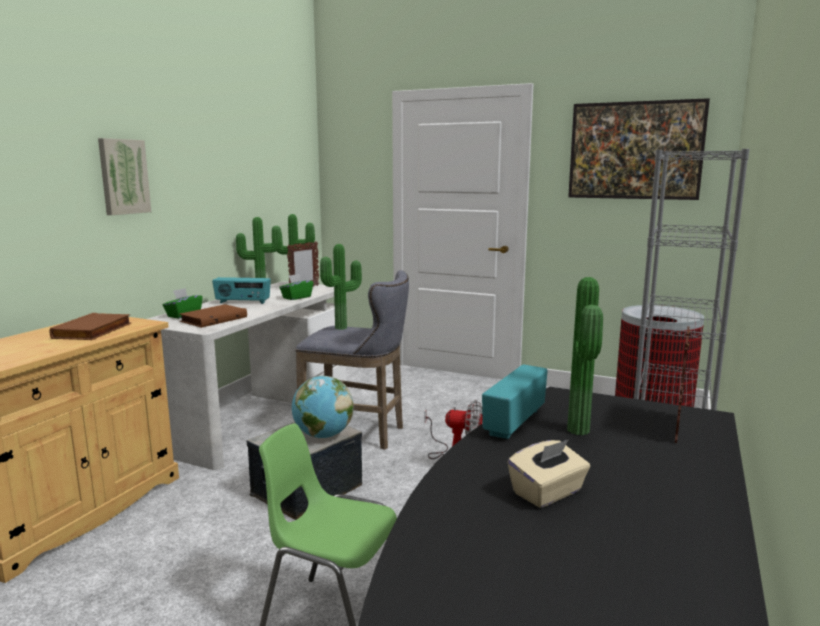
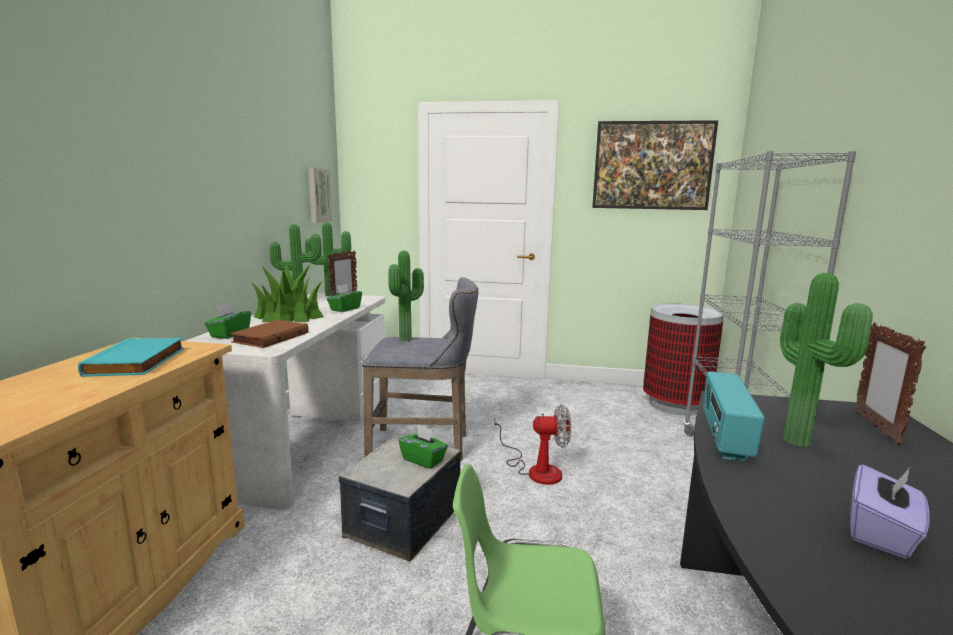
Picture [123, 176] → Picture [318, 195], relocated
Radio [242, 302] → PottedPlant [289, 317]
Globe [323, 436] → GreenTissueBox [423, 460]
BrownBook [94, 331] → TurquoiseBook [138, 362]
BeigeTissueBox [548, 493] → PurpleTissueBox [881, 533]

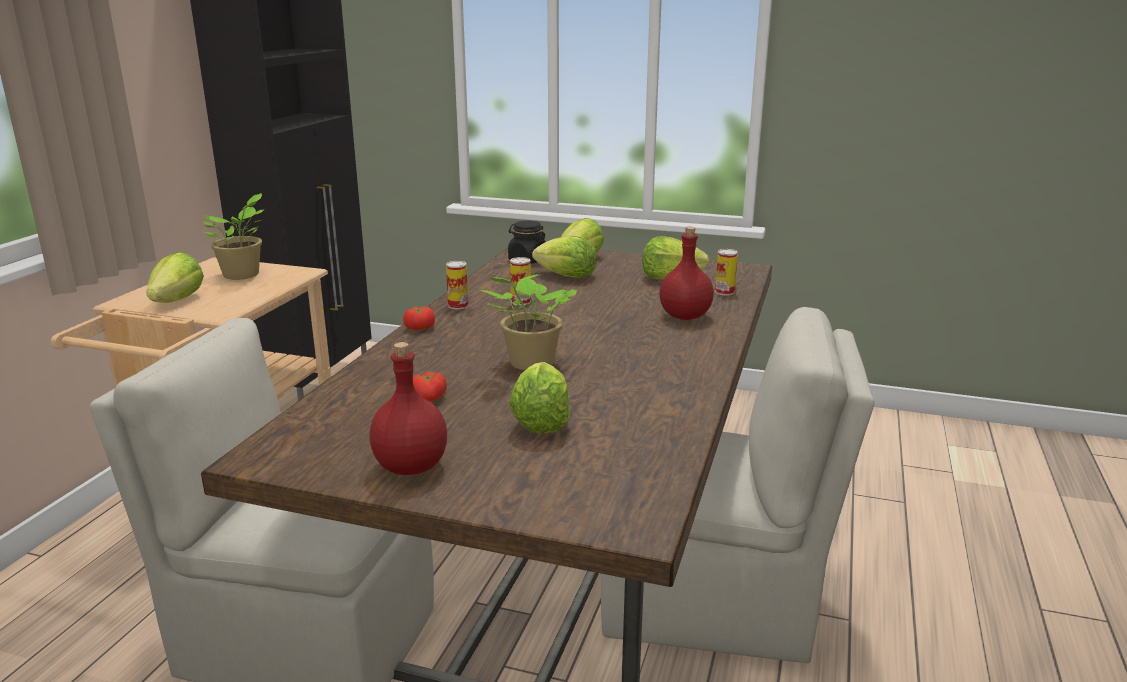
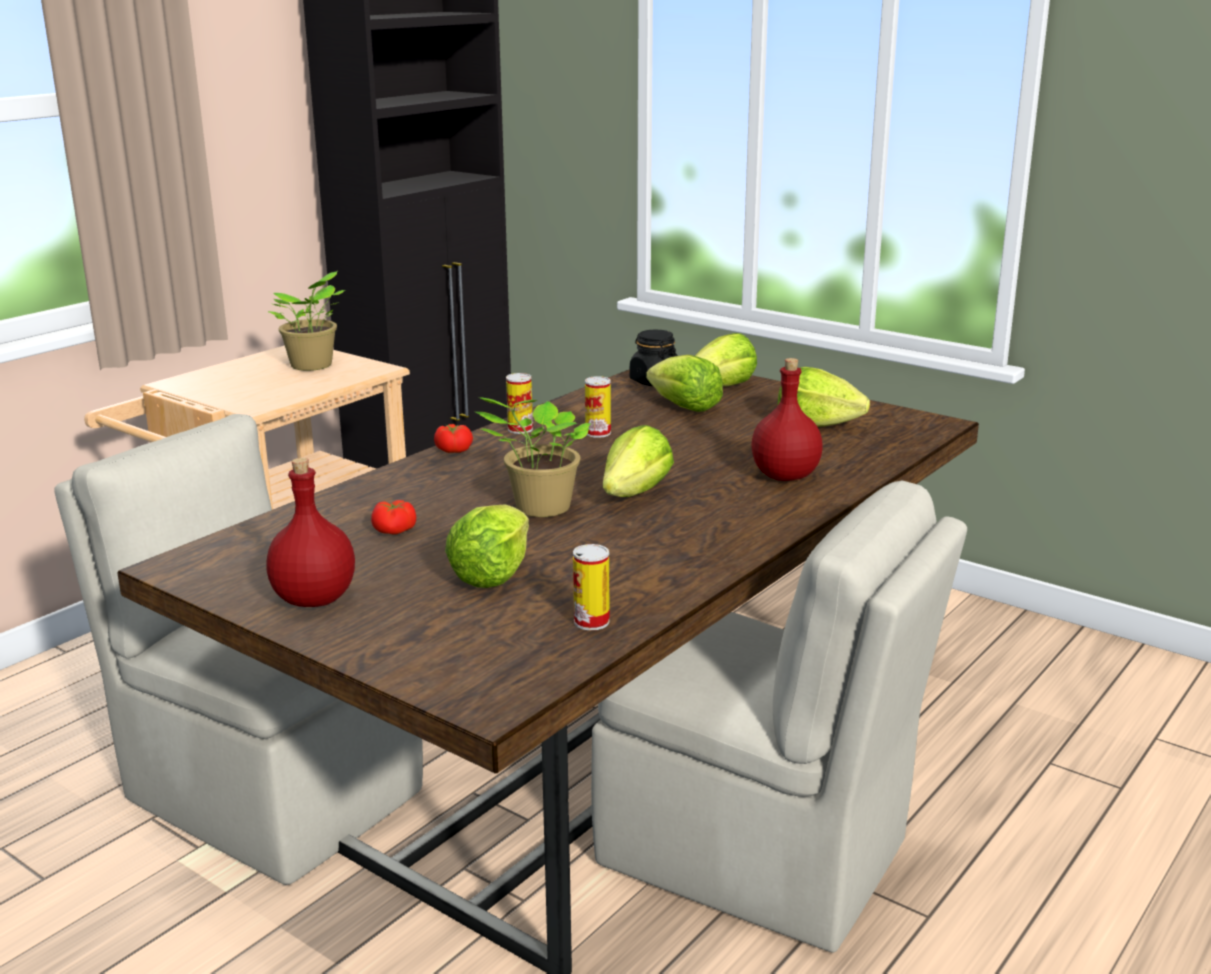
Lettuce [177, 301] → Lettuce [635, 493], relocated
Can [724, 292] → Can [591, 621], relocated

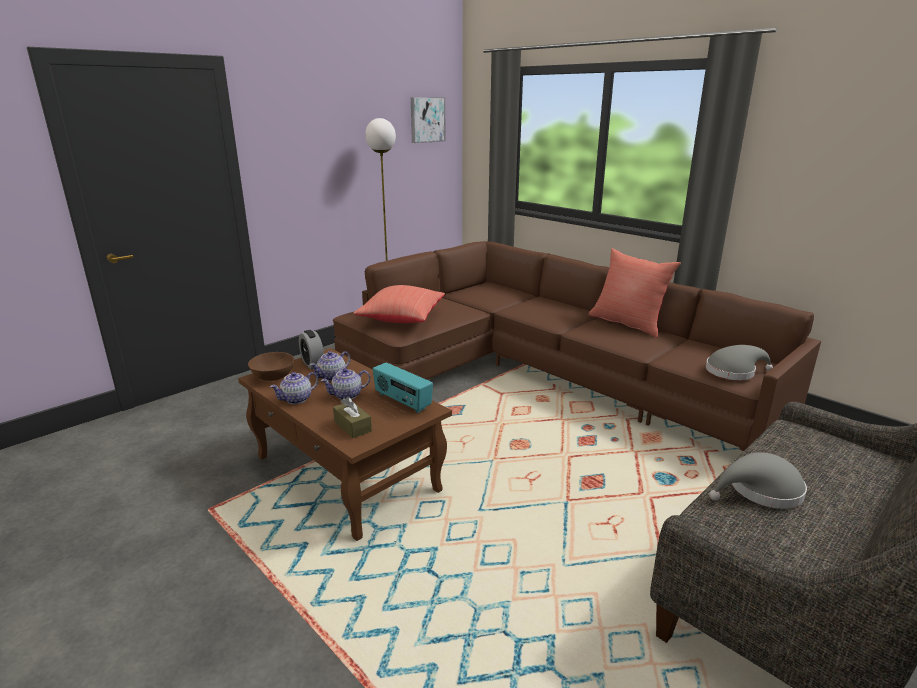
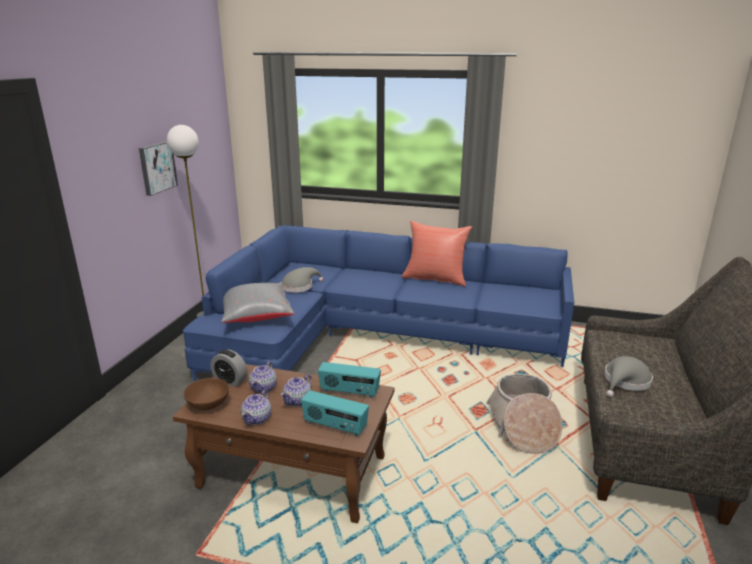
- → Basket [522, 426]
Picture [427, 119] → Picture [157, 167], relocated
GreyHat [733, 371] → GreyHat [299, 286], relocated
BrownTissueBox [352, 426] → Radio [335, 426]
BrownSofa [540, 374] → BlueSofa [370, 335]
RedPillow [401, 319] → GreyPillow [255, 315]

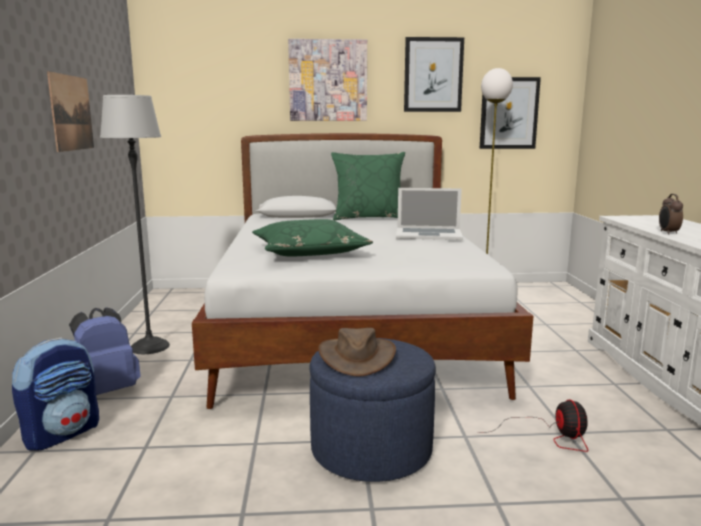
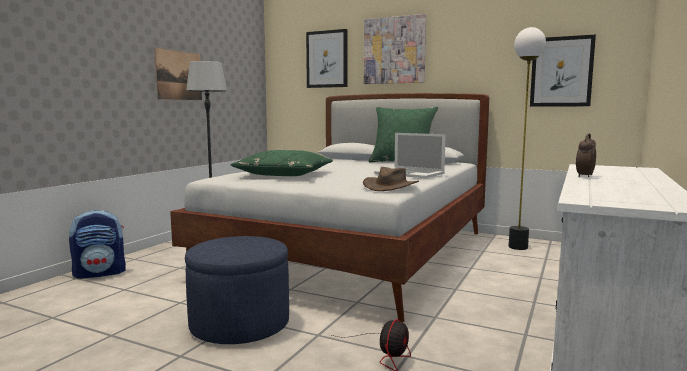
BlueBackpack [106, 391] → -
BrownHat [356, 356] → BrownHat [390, 186], relocated
Picture [433, 75] → Picture [327, 59], relocated

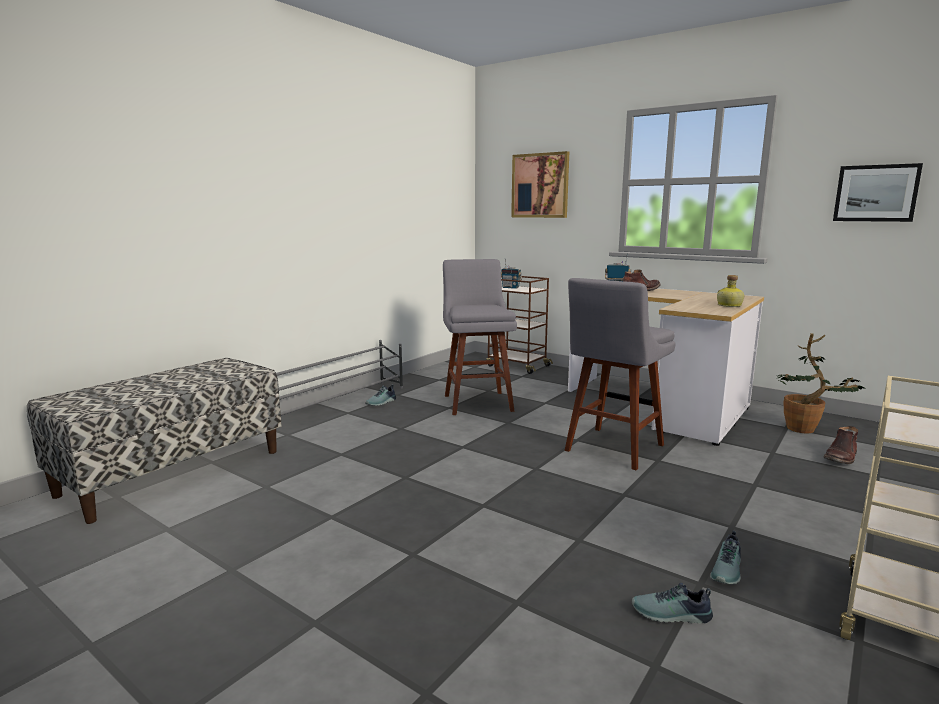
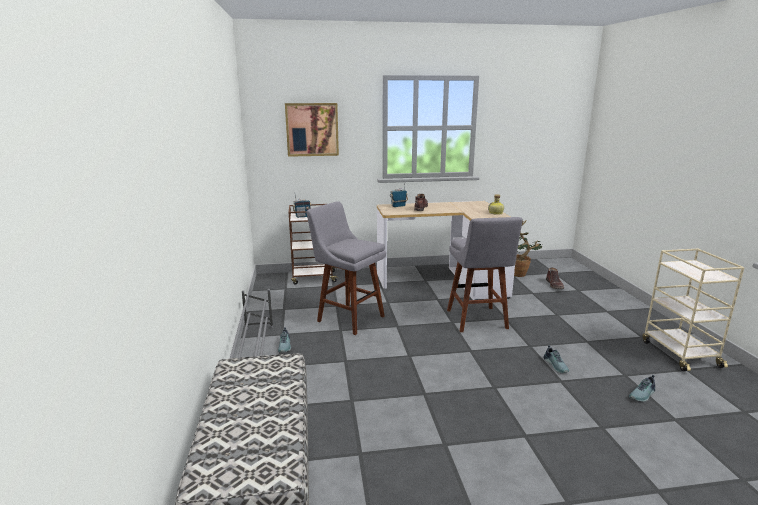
Picture [876, 193] → -
Shoe [728, 570] → Shoe [556, 365], relocated

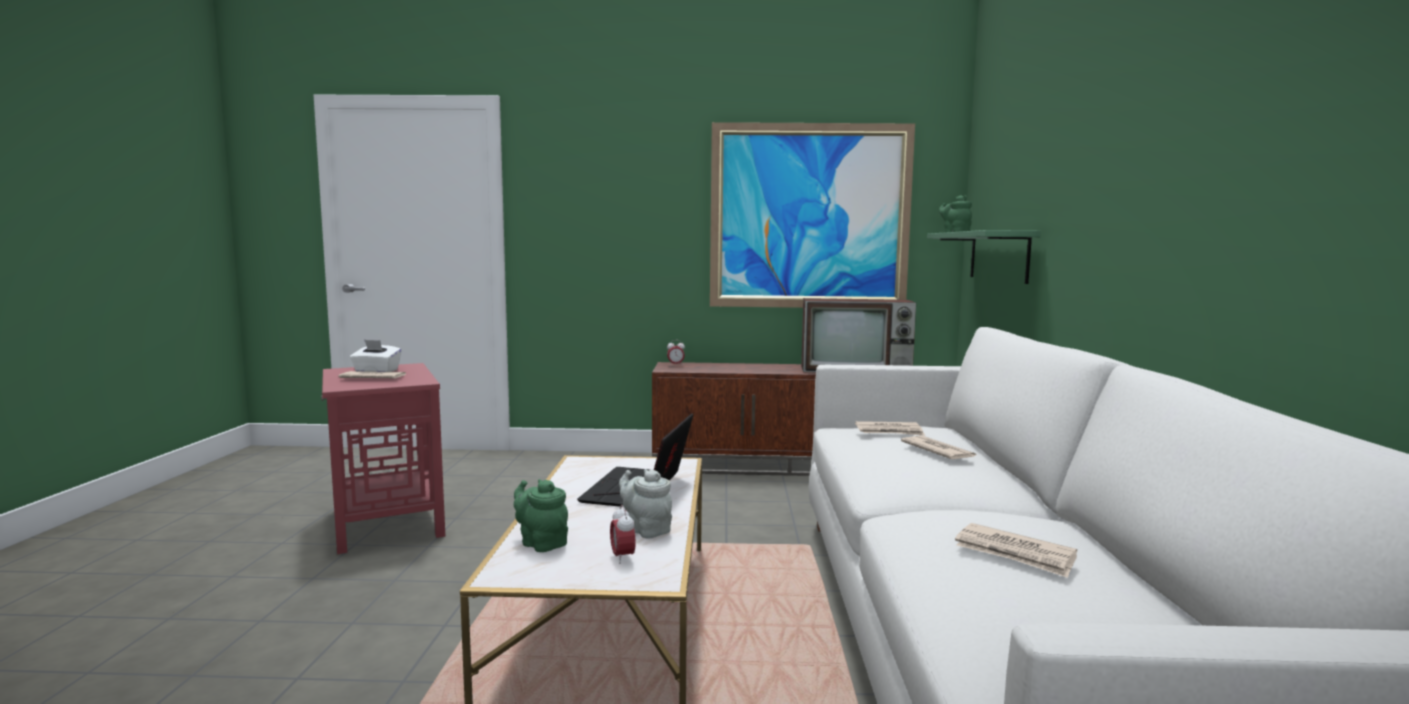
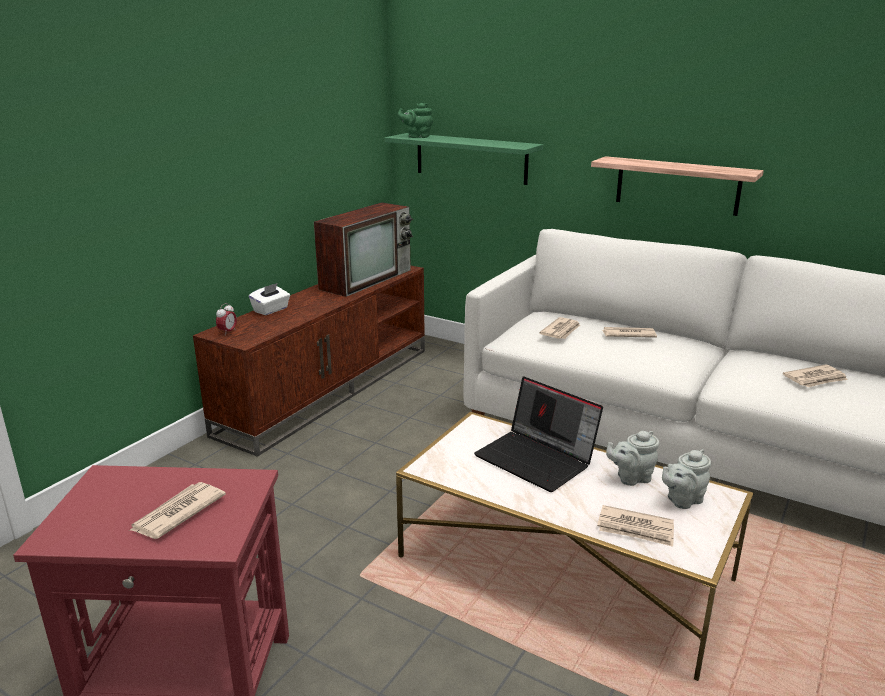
Picture [810, 217] → -
- → Shelf [677, 185]
WhiteTissueBox [376, 371] → WhiteTissueBox [271, 310], relocated
GreenTeapot [541, 543] → Newspaper [636, 529]
AlarmClock [622, 557] → GreyTeapot [682, 500]

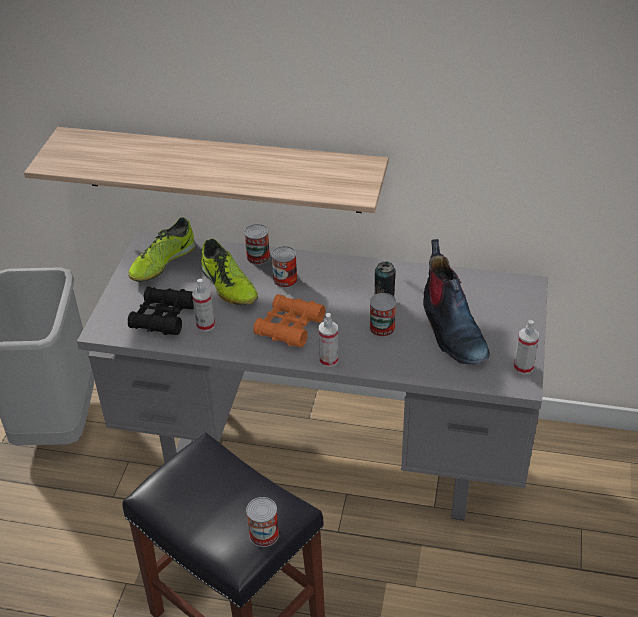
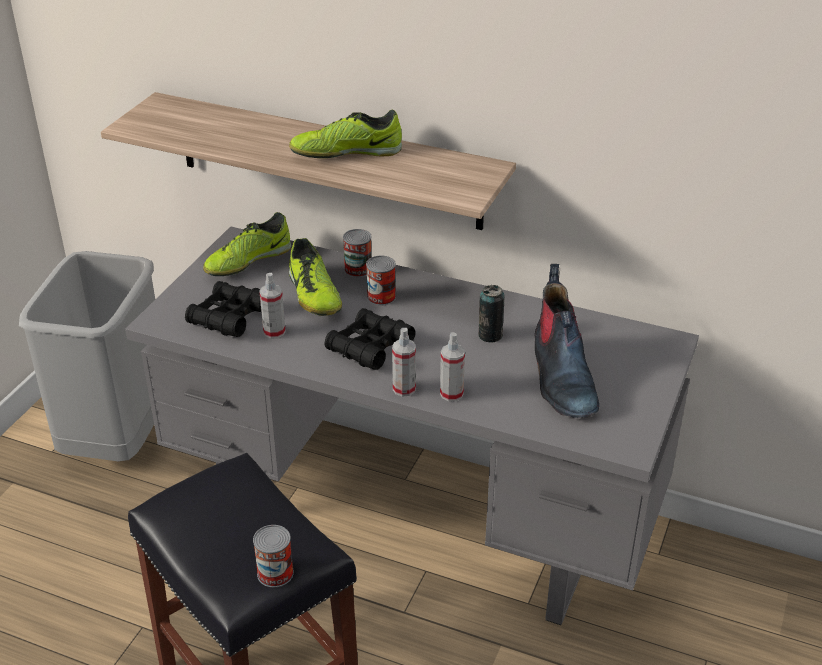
Can [382, 328] → -
- → Shoe [346, 153]
SprayBottle [523, 367] → SprayBottle [451, 394], relocated
OrangeBinoculars [289, 327] → BlackBinoculars [369, 347]

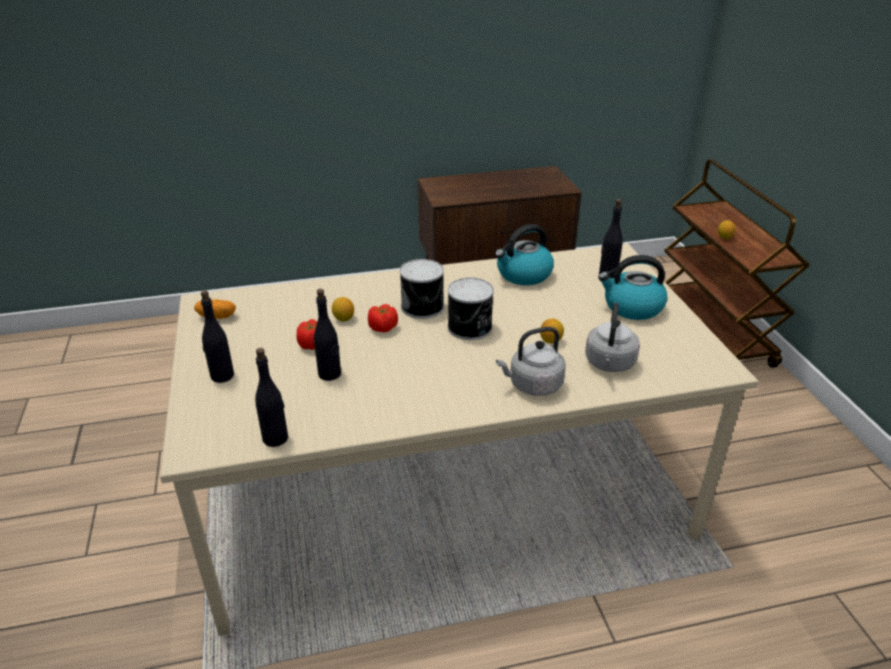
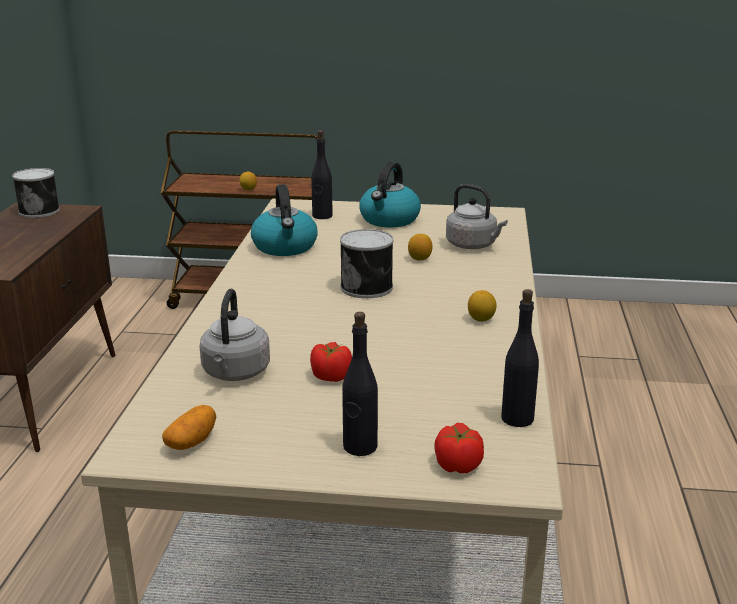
BlackBottle [330, 374] → -
Lemon [343, 319] → Lemon [481, 319], relocated
Tomato [383, 328] → Tomato [458, 465], relocated
Can [423, 307] → Can [40, 211], relocated
GreyKettle [533, 385] → GreyKettle [235, 373], relocated

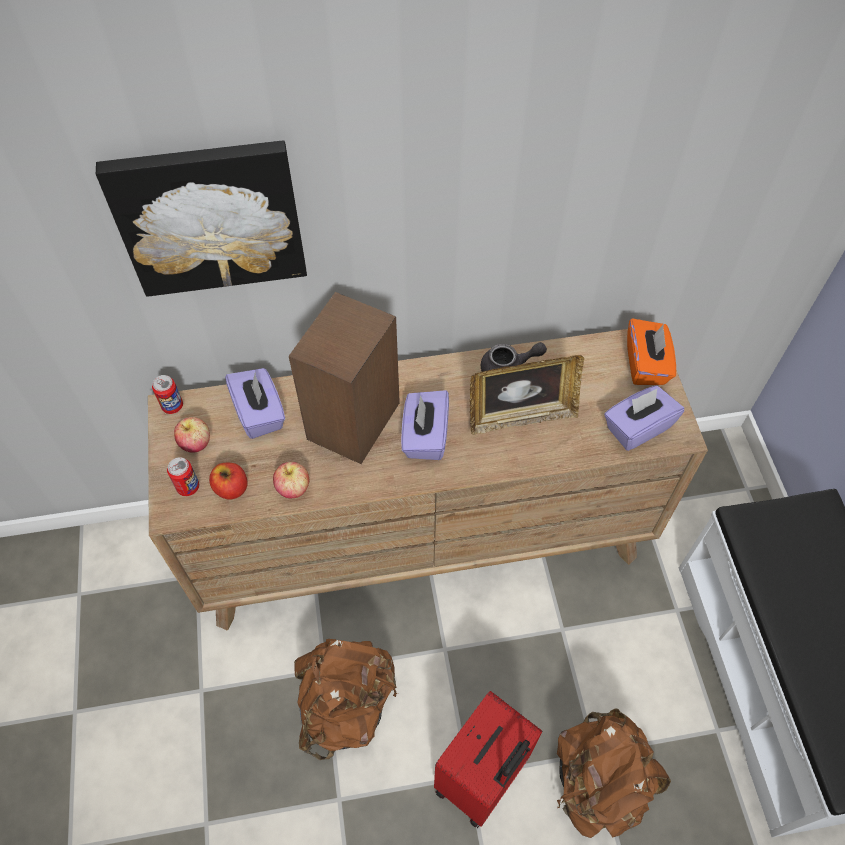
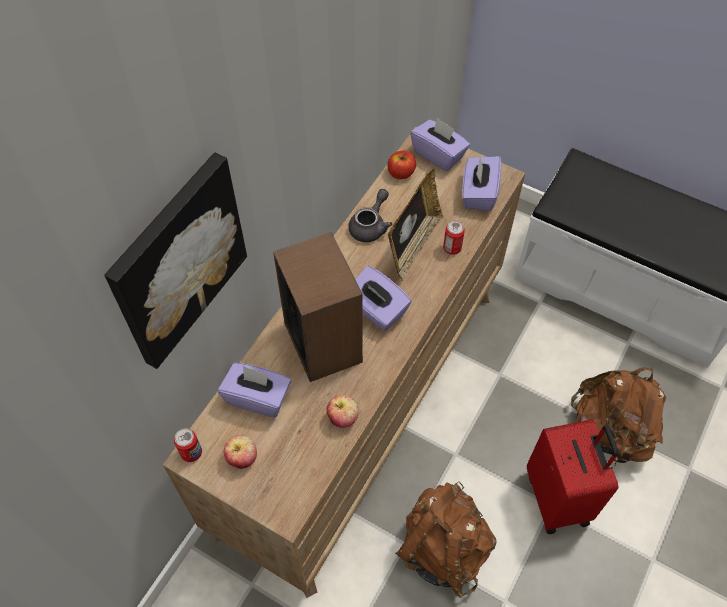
Can [188, 487] → Can [452, 248], relocated
Apple [231, 488] → Apple [401, 173], relocated
OrangeTissueBox [646, 365] → PurpleTissueBox [438, 154]

